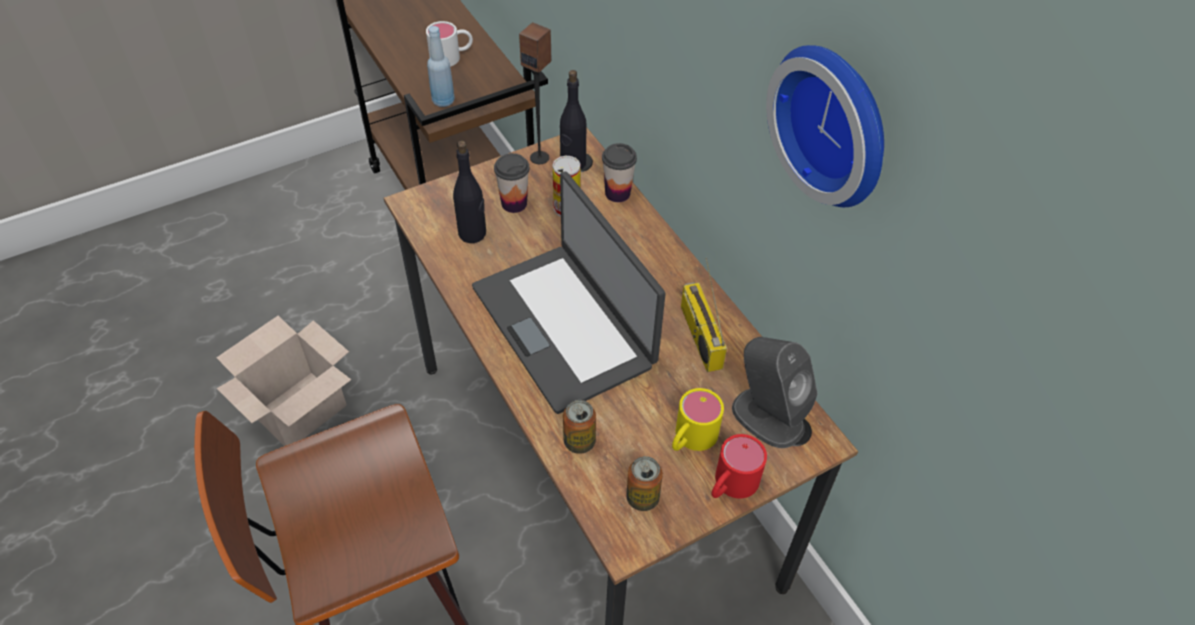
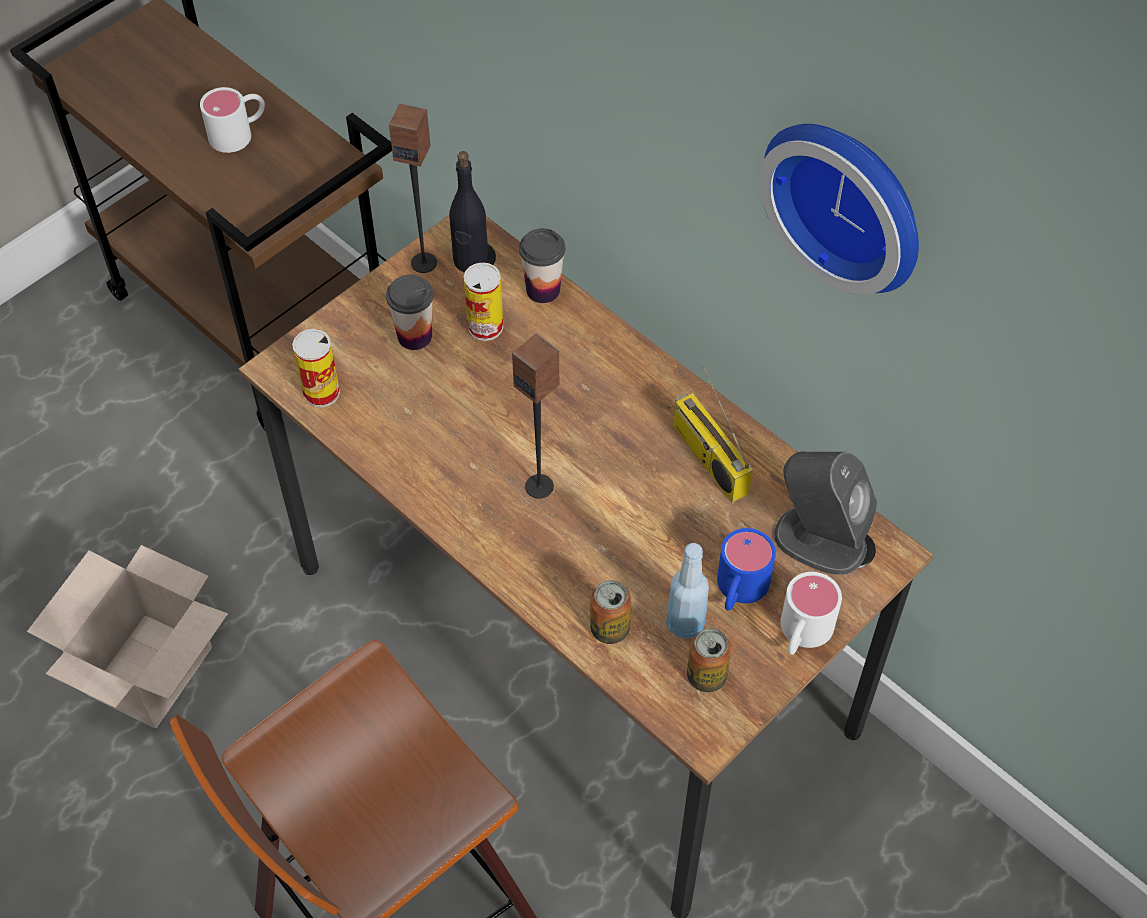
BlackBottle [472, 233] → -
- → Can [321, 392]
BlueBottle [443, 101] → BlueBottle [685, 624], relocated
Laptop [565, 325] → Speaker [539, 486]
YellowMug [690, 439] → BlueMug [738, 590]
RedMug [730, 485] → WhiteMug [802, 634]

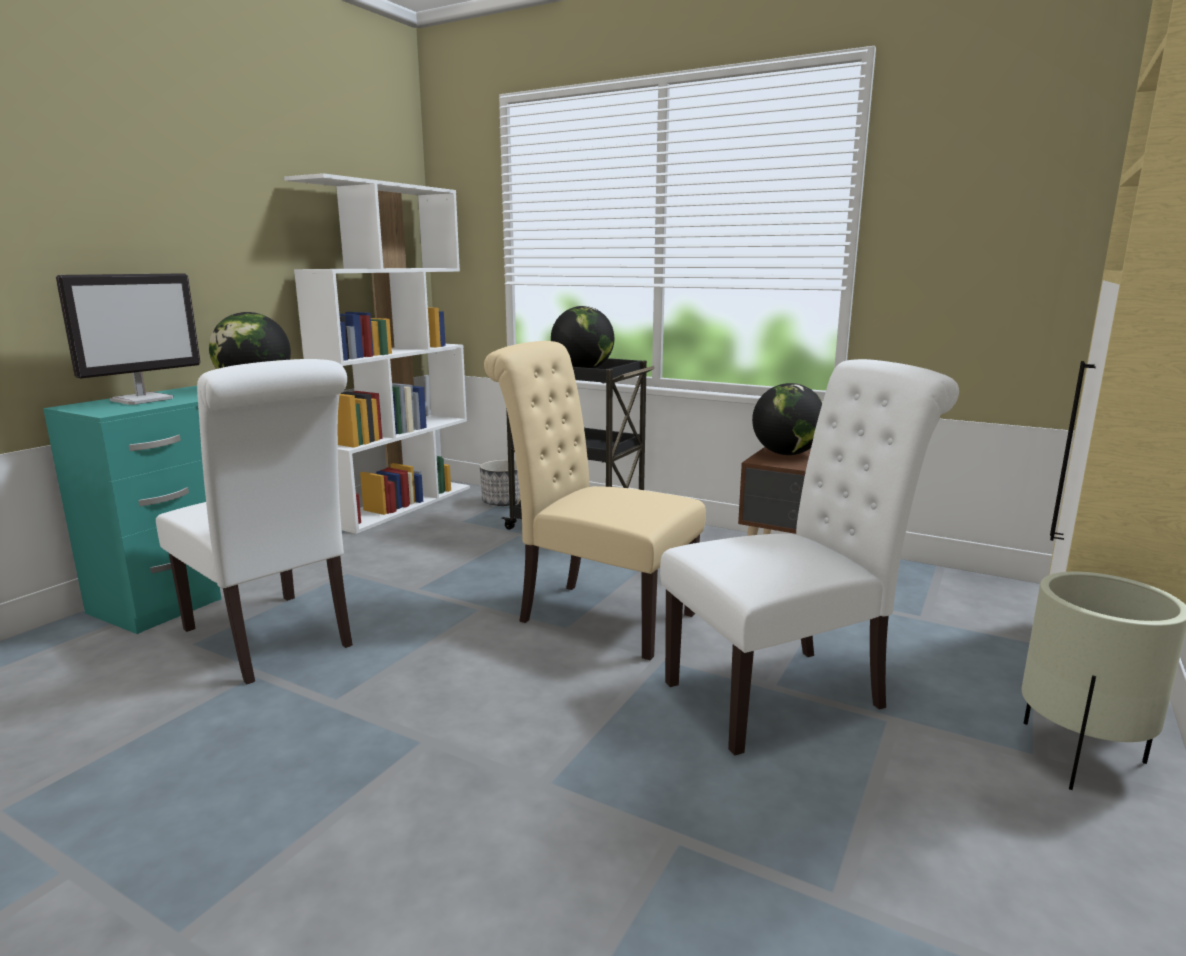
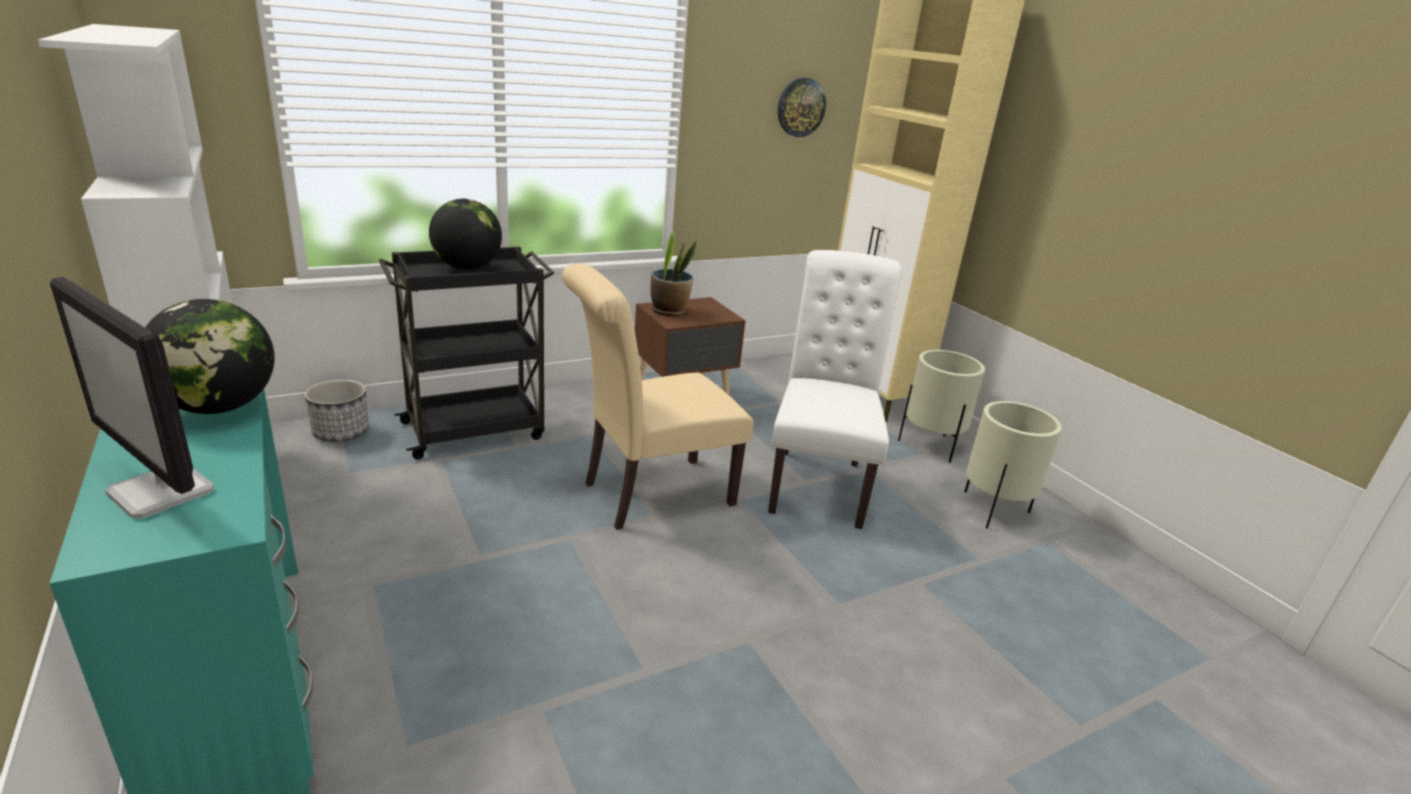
WhiteChair [273, 640] → -
- → WallClock [800, 107]
- → BeigePlanter [993, 510]
Globe [786, 454] → PottedPlant [669, 311]
Monitor [143, 400] → Monitor [163, 492], 150 degrees clockwise

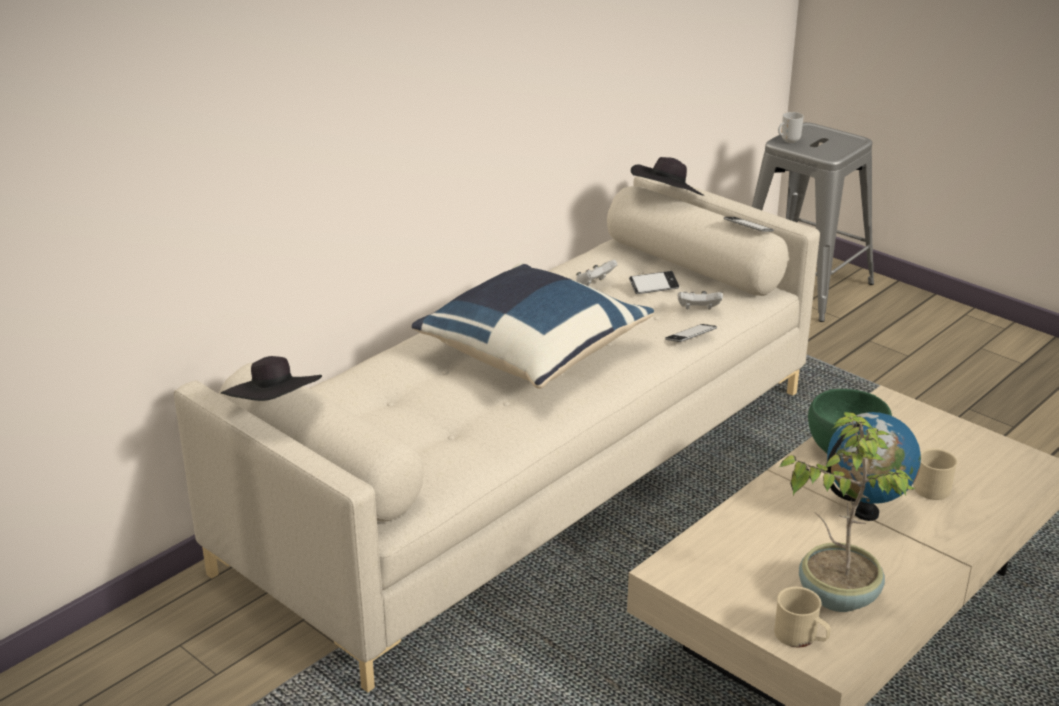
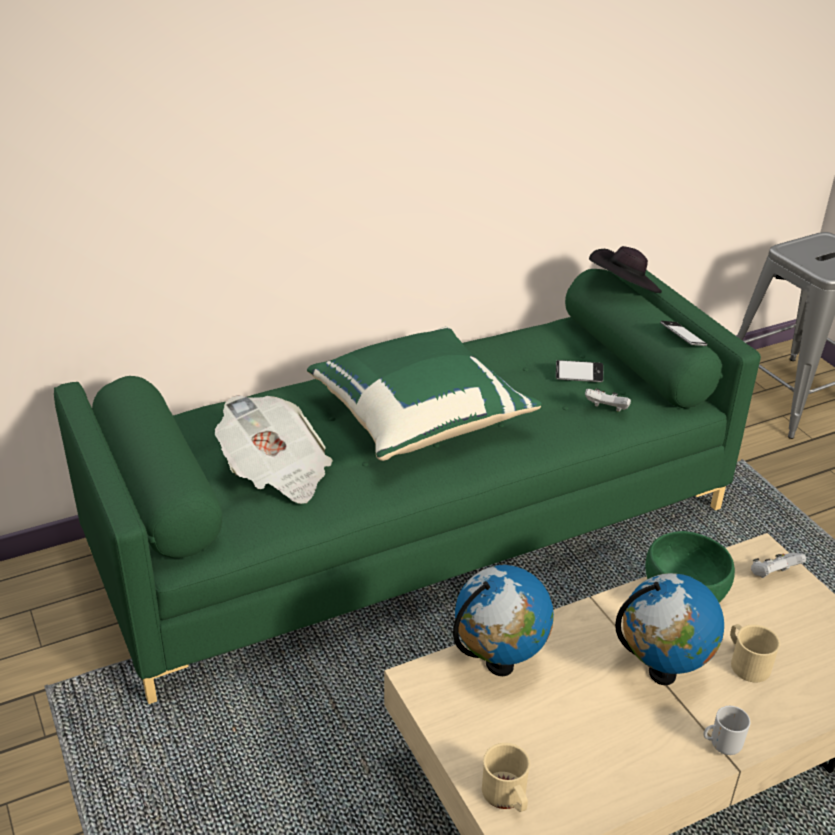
BlackHat [275, 409] → -
Phone [690, 337] → -
PottedPlant [837, 595] → -
- → Newspaper [276, 472]
- → Globe [499, 665]
WhiteGameController [594, 284] → WhiteGameController [773, 575], relocated
Mug [788, 141] → Mug [722, 746], relocated
BeigeSofa [529, 474] → GreenSofa [415, 527]
BluePillow [531, 353] → GreenPillow [419, 418]

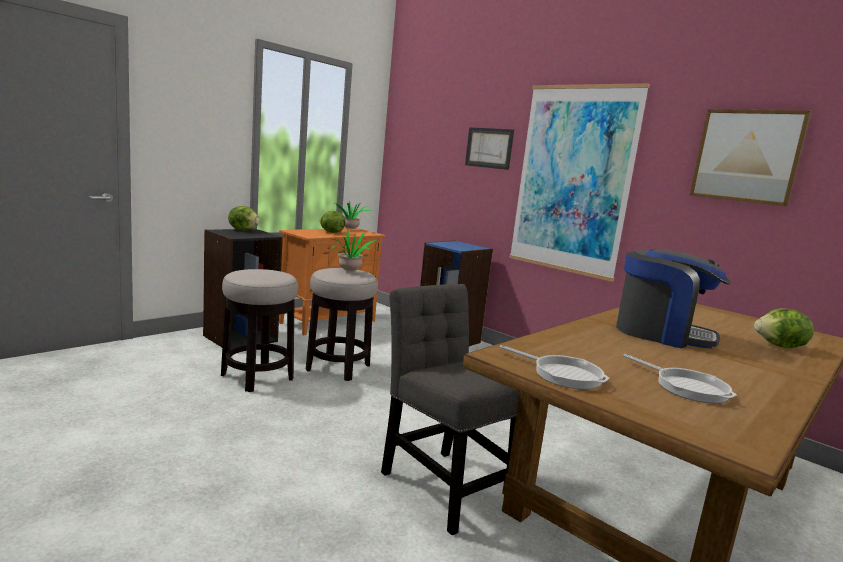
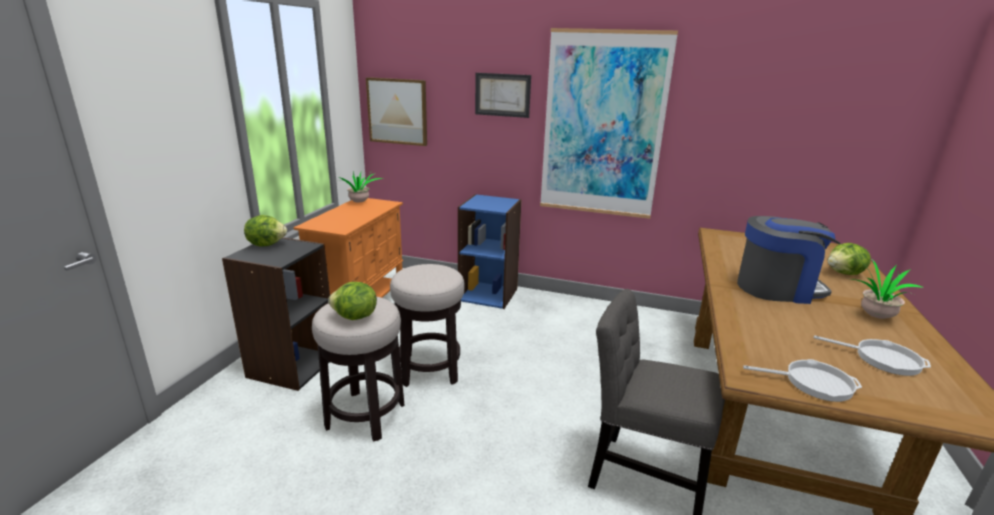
Lettuce [331, 232] → Lettuce [355, 317], relocated
PottedPlant [350, 271] → PottedPlant [873, 316], relocated
Picture [747, 156] → Picture [397, 111], relocated

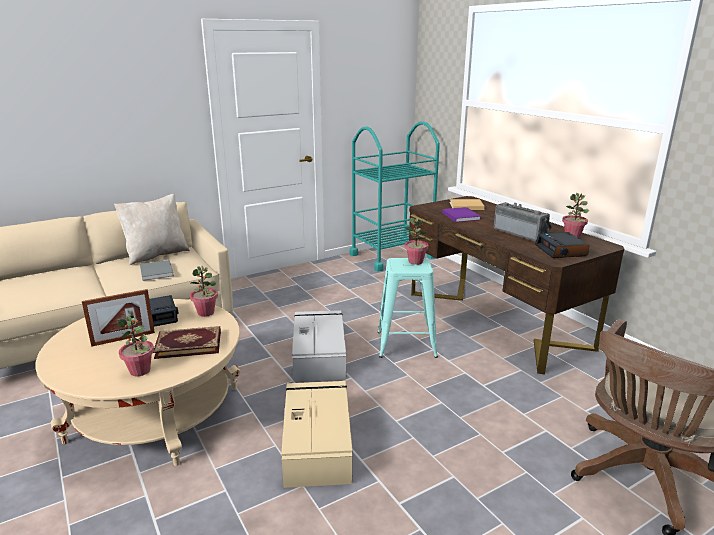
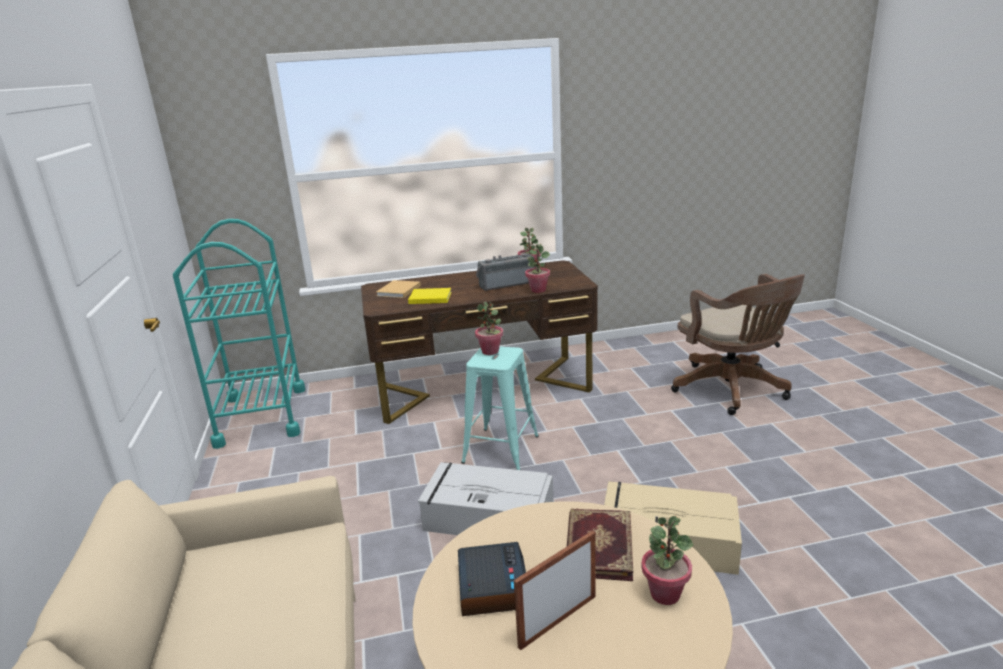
BeigePillow [156, 255] → -
GreyBook [156, 272] → -
AlarmClock [561, 251] → -
PottedPlant [206, 312] → PottedPlant [538, 290], relocated
PurpleBook [460, 216] → YellowBook [429, 298]
PictureFrame [123, 339] → PictureFrame [558, 621], 120 degrees counterclockwise

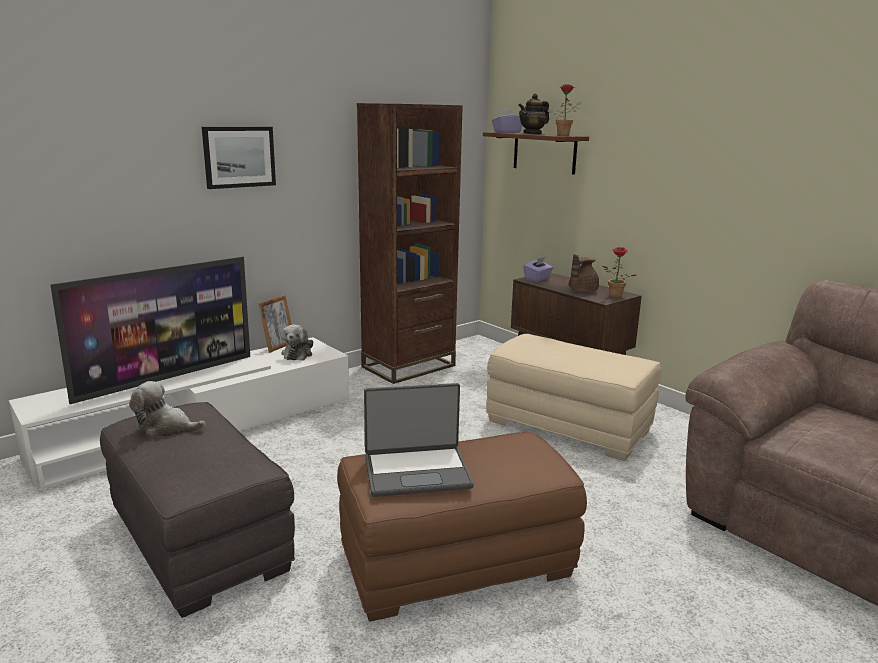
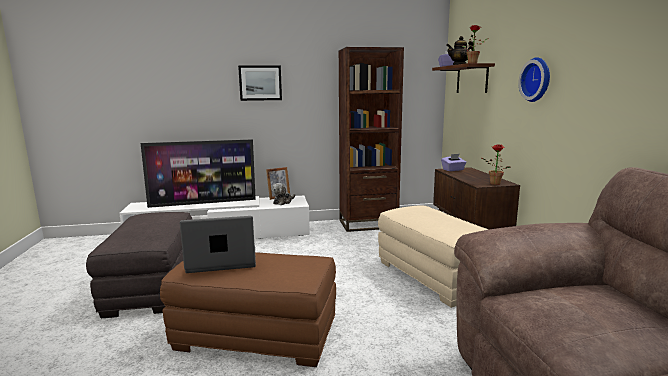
PlushToy [165, 429] → -
BrownTeapot [581, 291] → -
- → WallClock [537, 79]
Laptop [417, 472] → Laptop [222, 261], 150 degrees clockwise

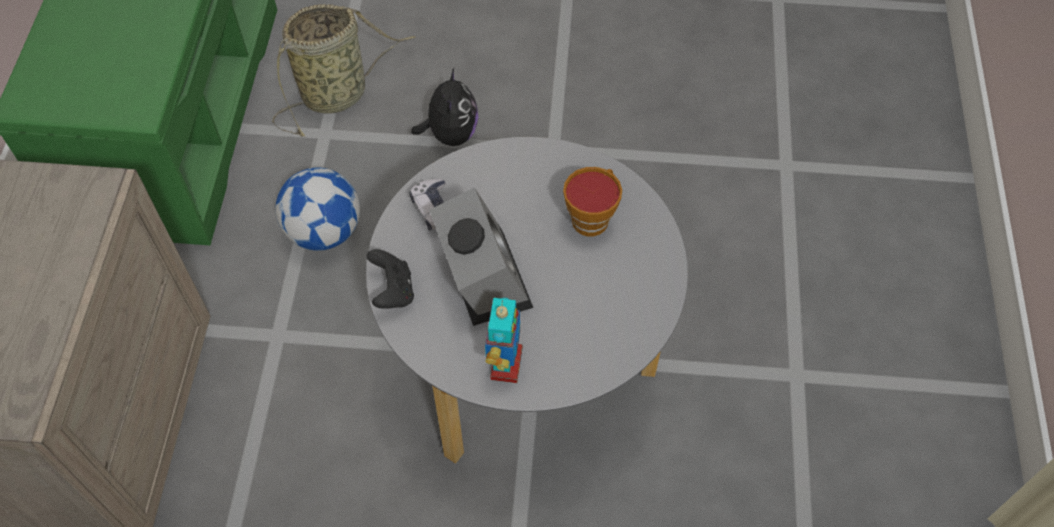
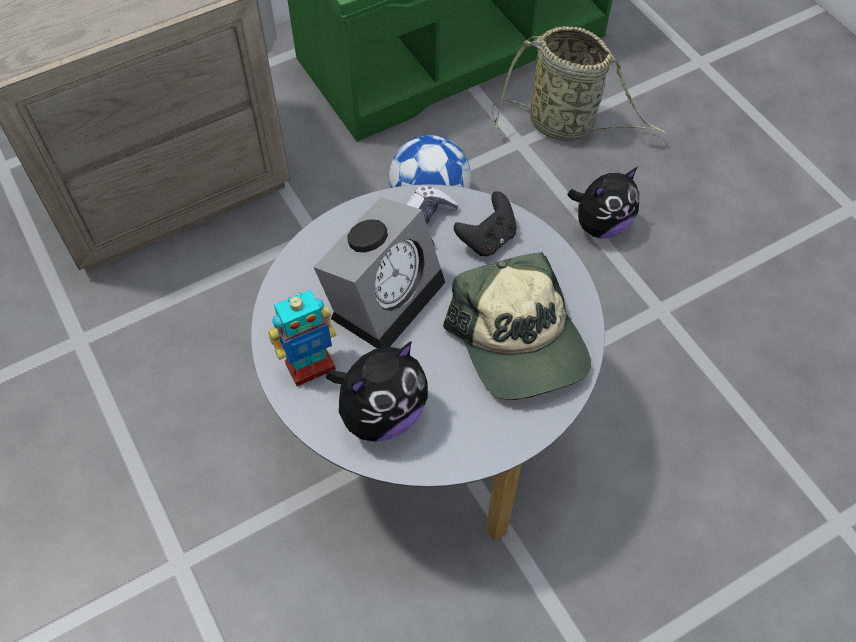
- → PlushToy [381, 413]
BlackGameController [393, 291] → BlackGameController [487, 239], relocated
Cup [592, 217] → Cap [520, 342]

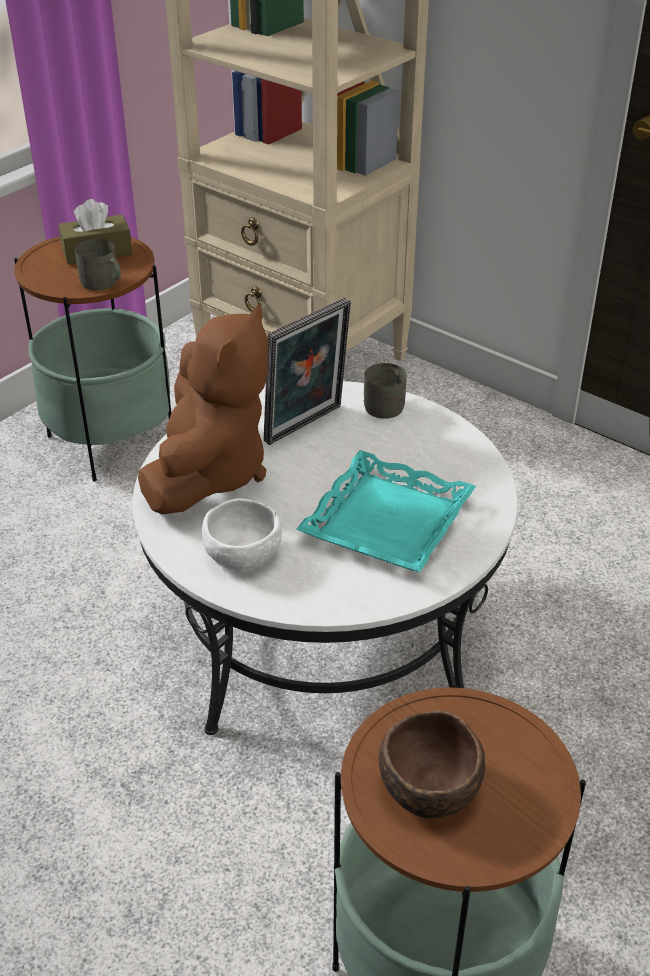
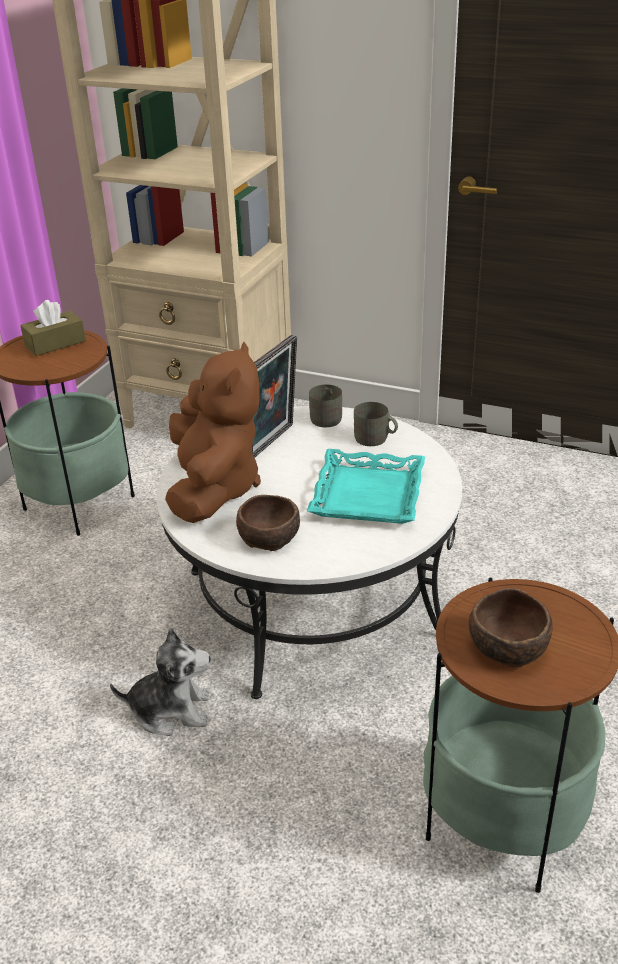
- → PlushToy [170, 711]
GreyMug [103, 283] → GreyMug [375, 439], relocated
WhiteBowl [245, 553] → BrownBowl [271, 537]

